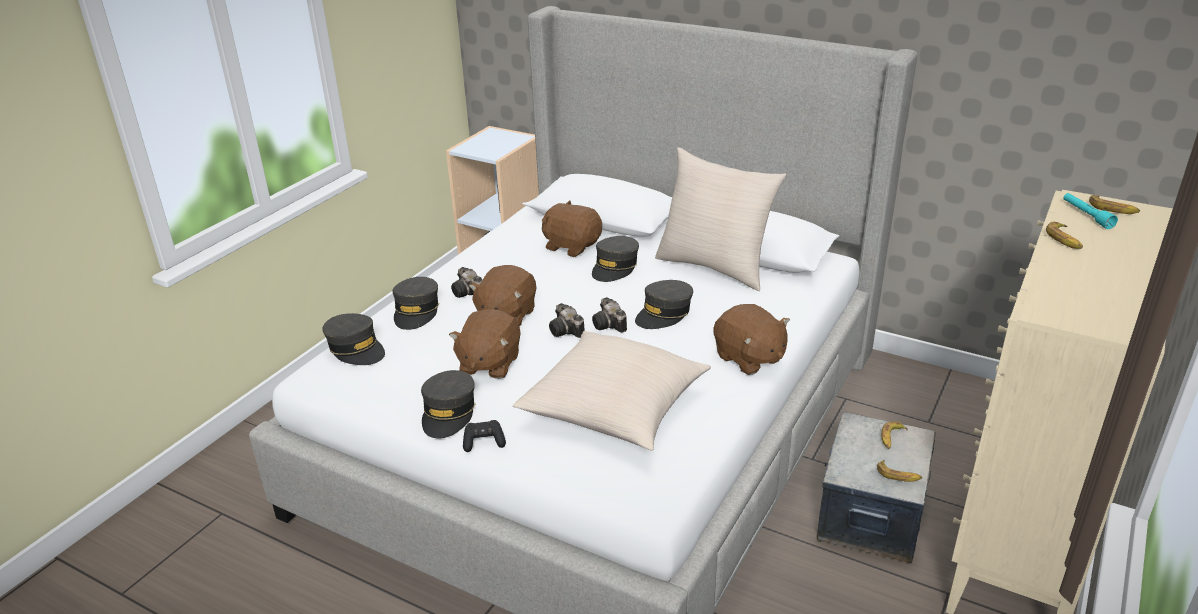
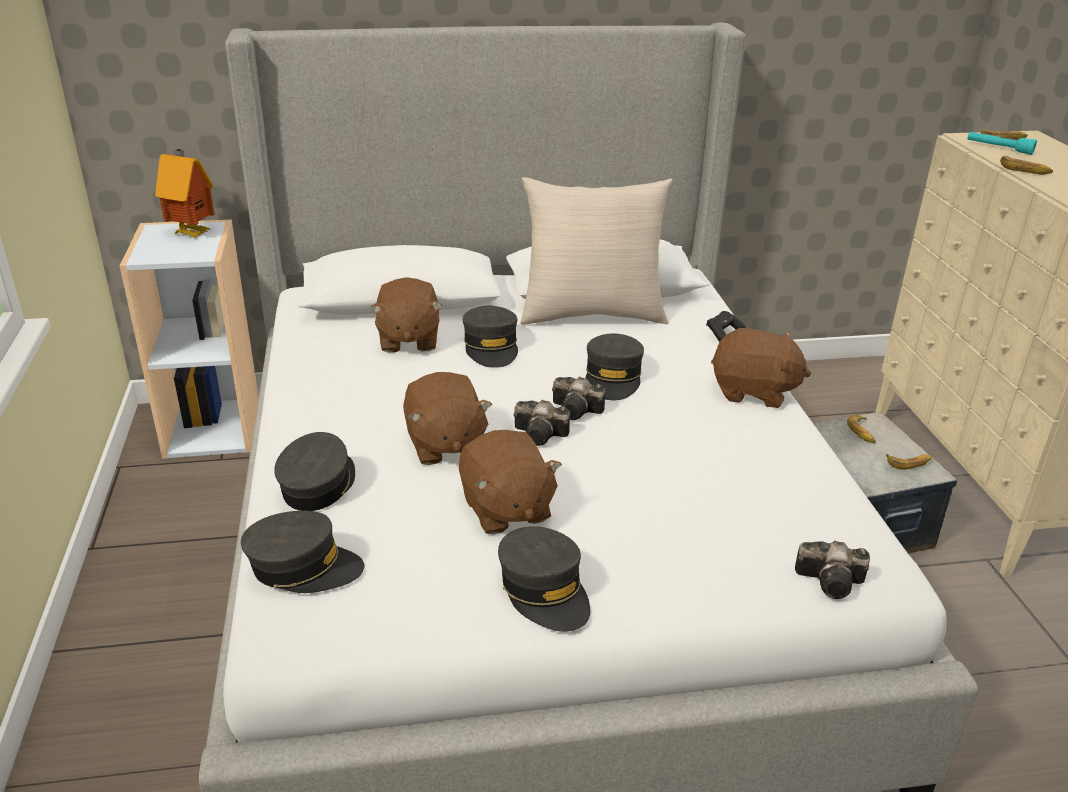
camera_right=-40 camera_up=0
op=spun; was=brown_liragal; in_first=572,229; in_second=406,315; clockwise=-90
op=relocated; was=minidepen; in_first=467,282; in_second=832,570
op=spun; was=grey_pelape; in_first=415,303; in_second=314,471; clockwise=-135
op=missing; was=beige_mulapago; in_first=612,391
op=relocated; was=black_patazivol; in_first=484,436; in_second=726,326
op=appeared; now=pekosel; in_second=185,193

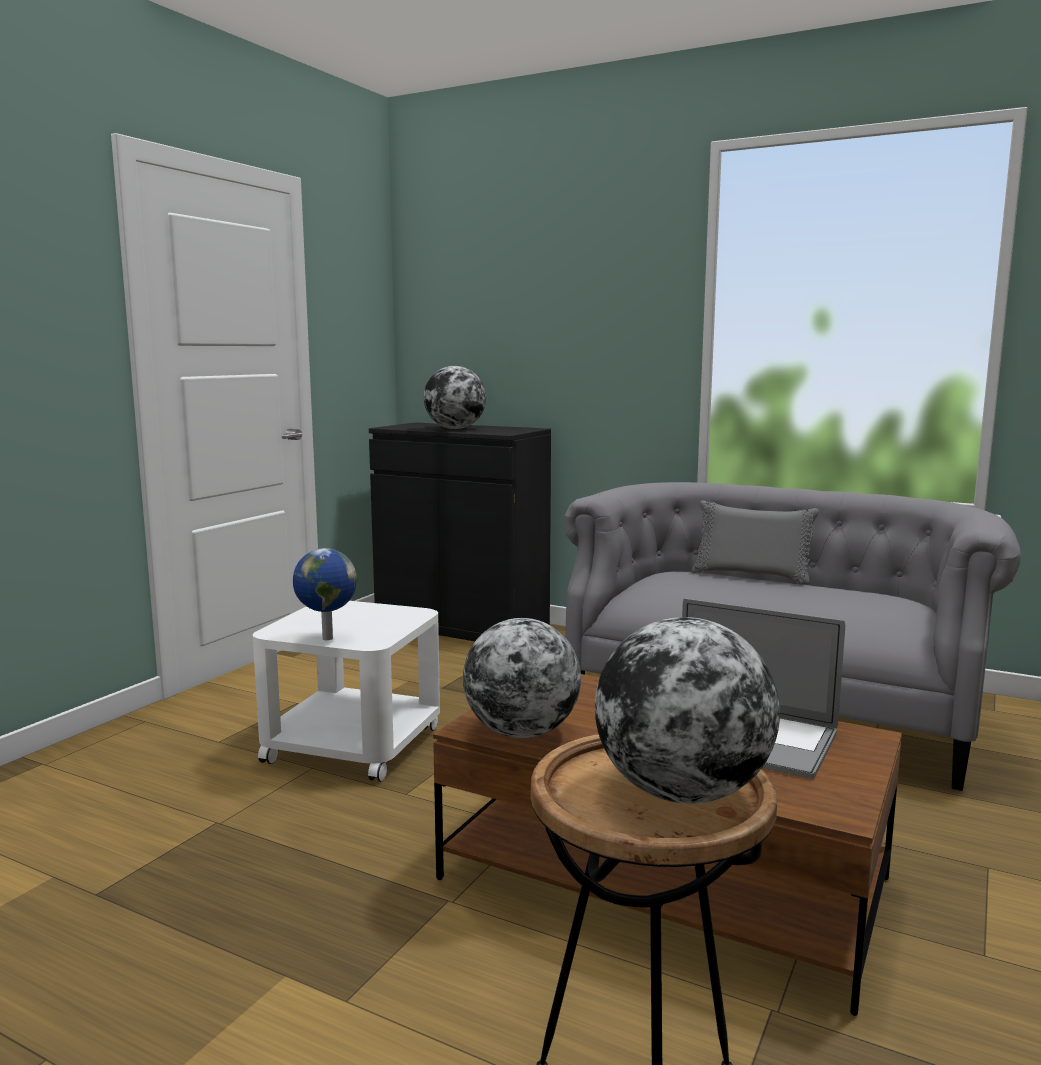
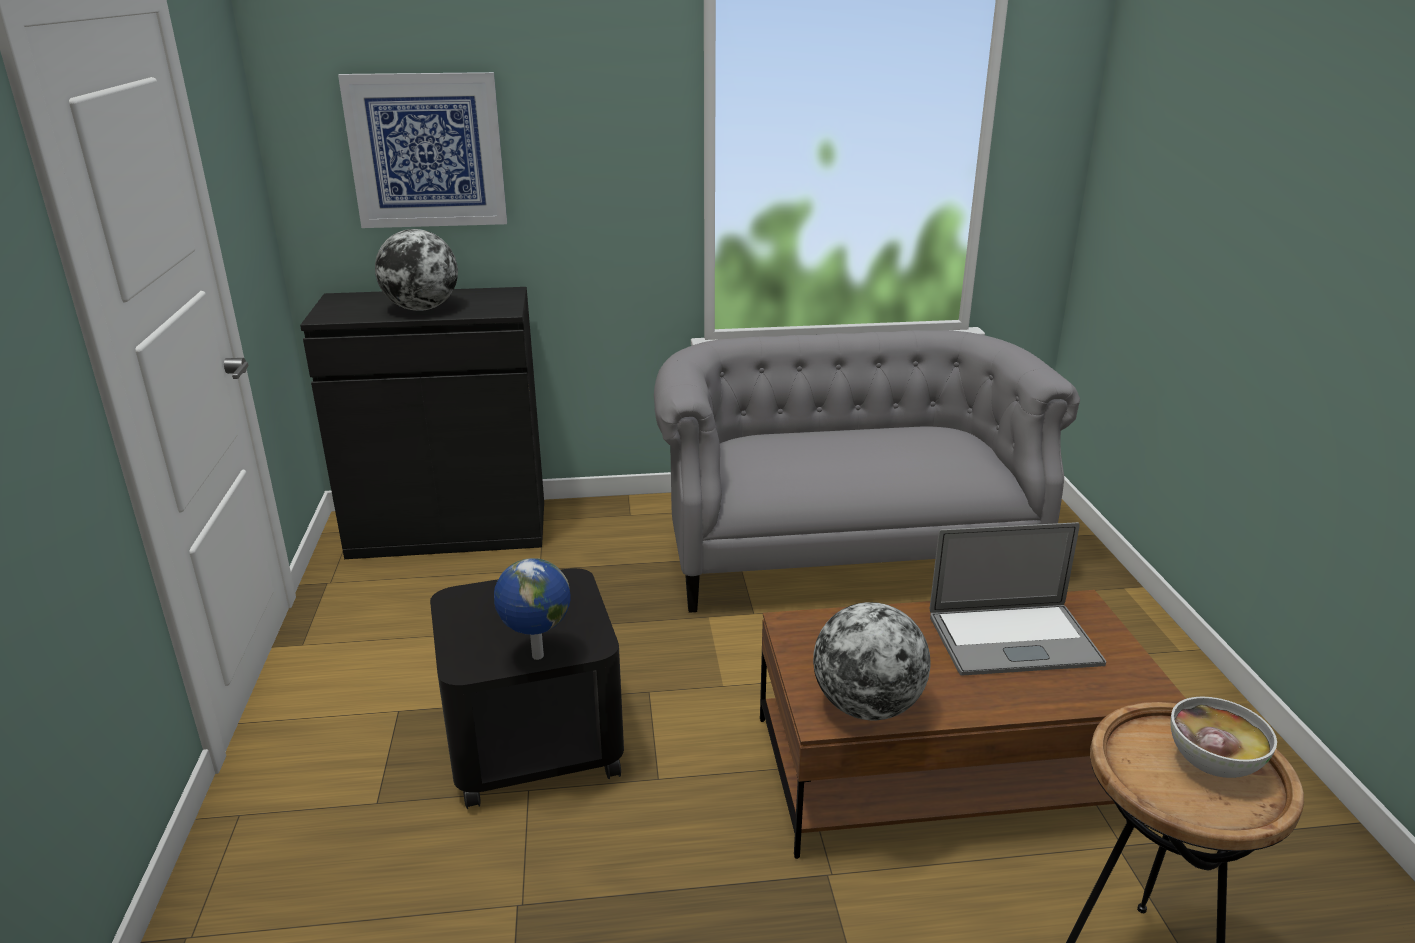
camera_right=-35 camera_up=15
op=missing; was=grey_mulapago; in_first=755,542
op=colour; was=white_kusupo; now=black_kusupo; in_first=346,691; in_second=527,688
op=exchanged; was=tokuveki; now=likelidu; in_first=687,710; in_second=1223,737
op=appeared; now=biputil; in_second=422,150

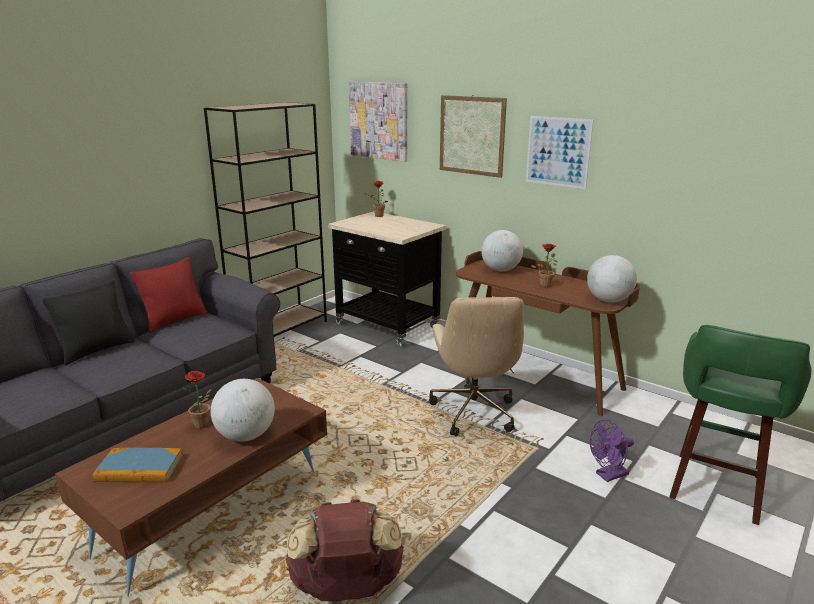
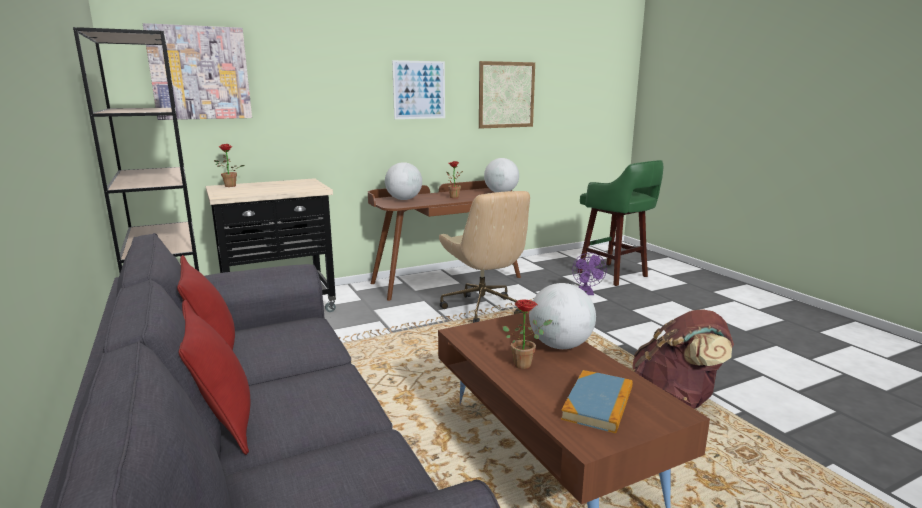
camera_right=-65 camera_up=-5
op=relocated; was=biputil; in_first=473,136; in_second=507,95
op=colour; was=black_mulapago; now=red_mulapago; in_first=88,323; in_second=214,377
op=spun; was=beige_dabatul; in_first=476,366; in_second=484,257; clockwise=45

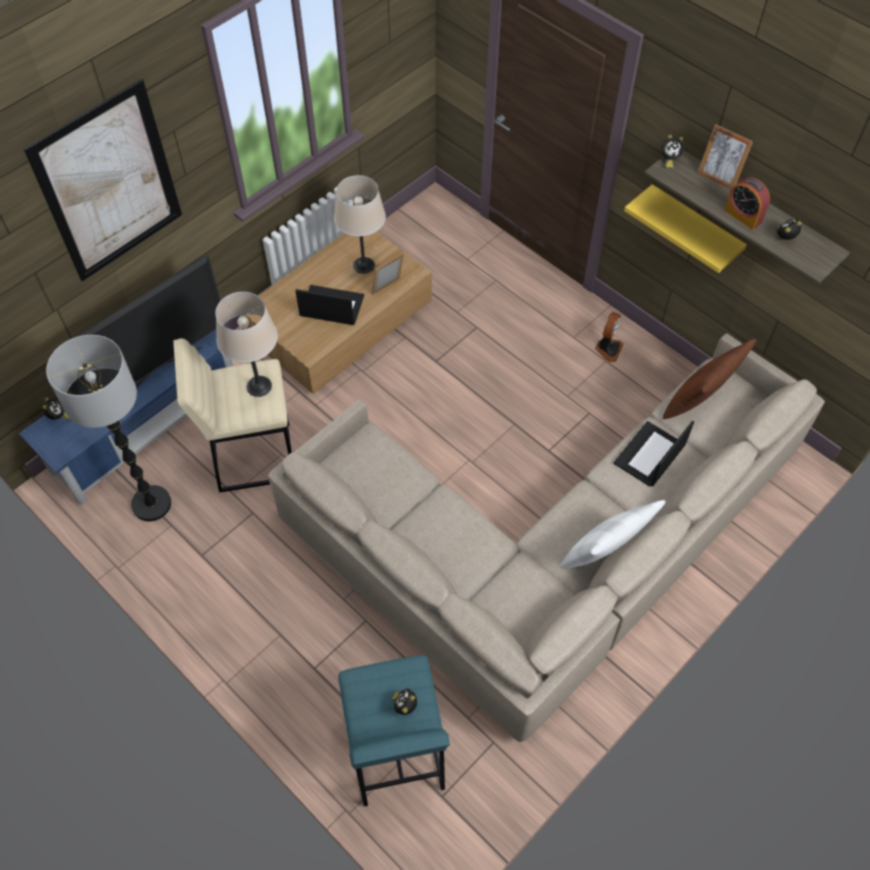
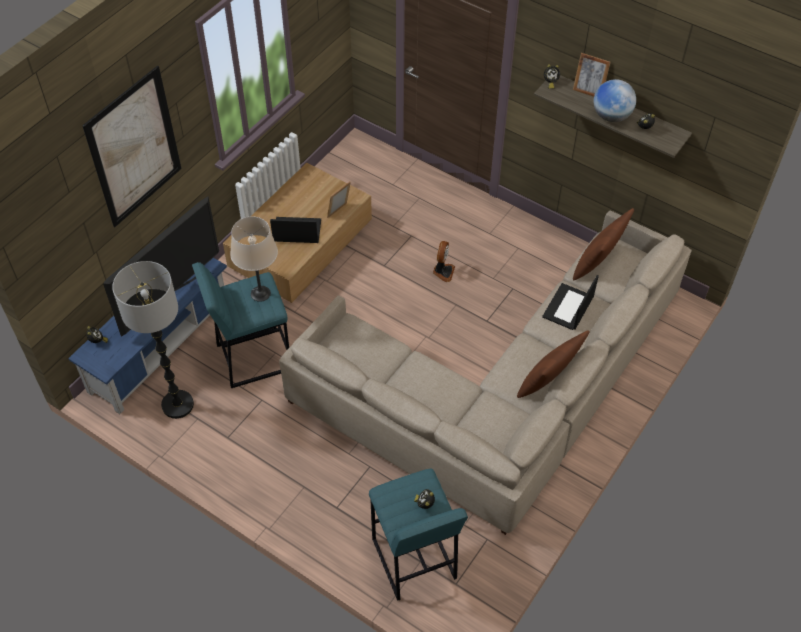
camera_right=-10 camera_up=-5
op=missing; was=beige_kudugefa; in_first=360,224
op=exchanged; was=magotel; now=tokuveki; in_first=747,203; in_second=615,100
op=missing; was=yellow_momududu; in_first=685,228
op=relocated; was=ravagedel; in_first=609,337; in_second=444,261
op=colour; was=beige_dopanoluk; now=turquoise_dopanoluk; in_first=232,415; in_second=240,325
op=colour; was=white_mulapago; now=brown_mulapago; in_first=612,534; in_second=553,364

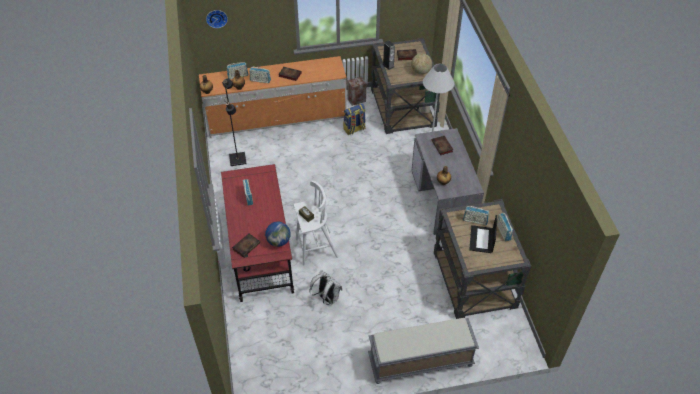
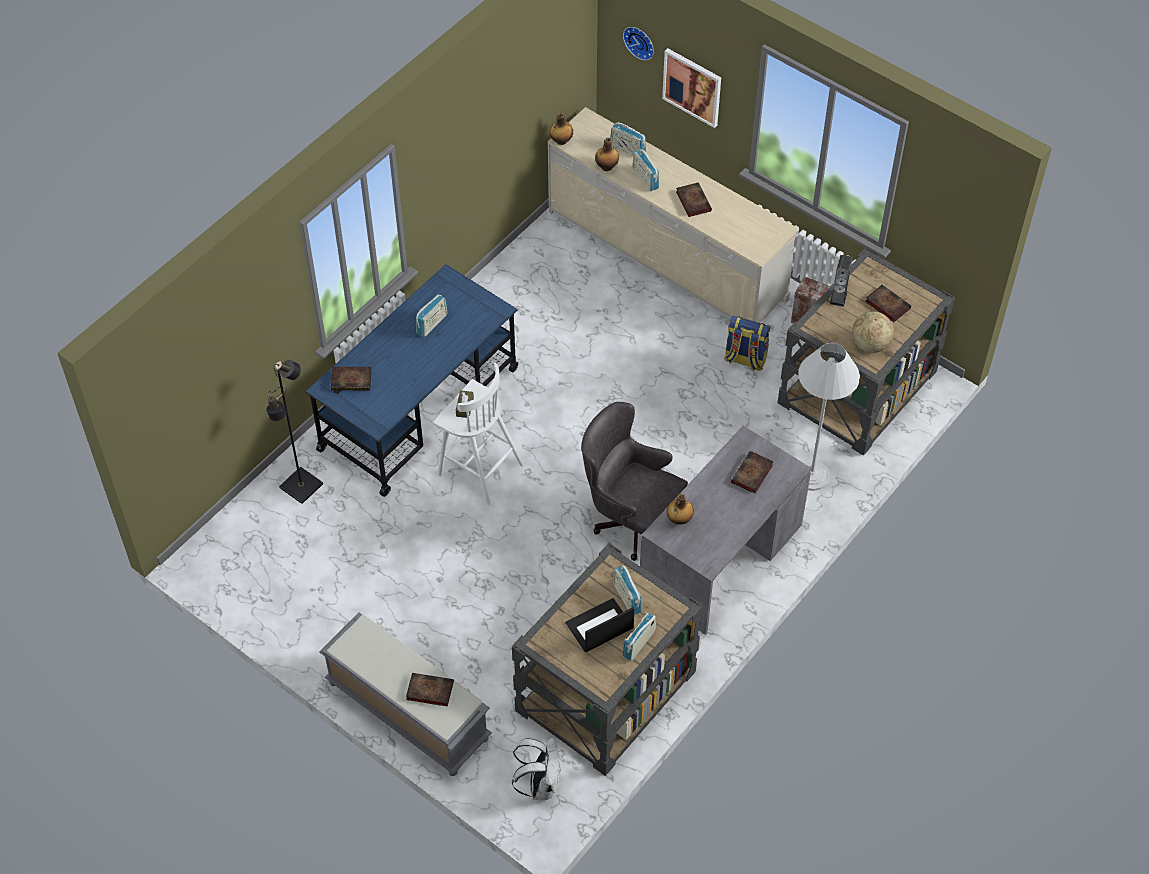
camera_right=50 camera_up=5
op=colour; was=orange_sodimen; now=beige_sodimen; in_first=273,97; in_second=673,215
op=relocated; was=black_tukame; in_first=235,122; in_second=294,432
op=colour; was=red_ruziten; now=blue_ruziten; in_first=258,233; in_second=412,380
op=missing; was=tokuveki; in_first=278,234
op=relocated; was=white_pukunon; in_first=325,287; in_second=536,769
op=appeared; now=biputil; in_second=691,88
op=appeared; now=grey_dabatul; in_second=634,481
op=appeared; now=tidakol; in_second=430,690

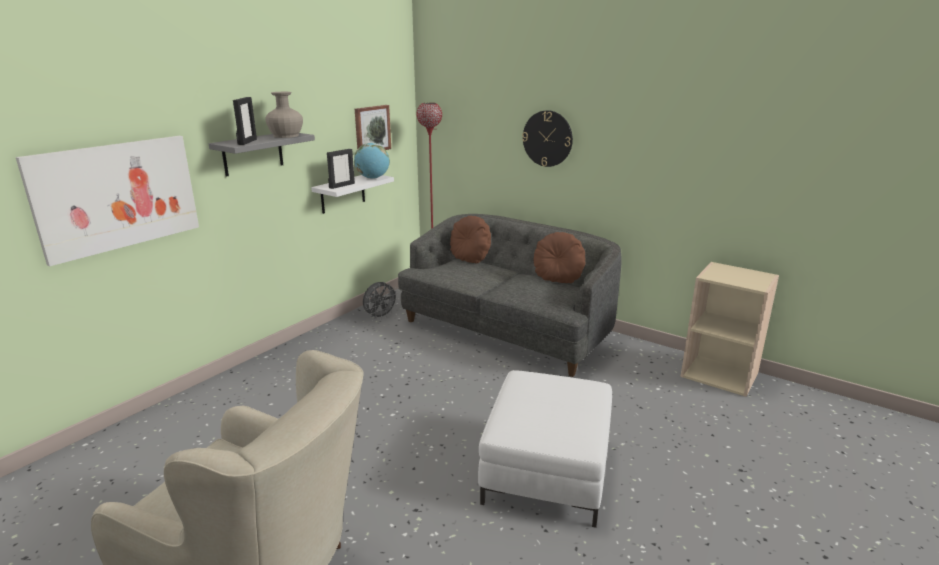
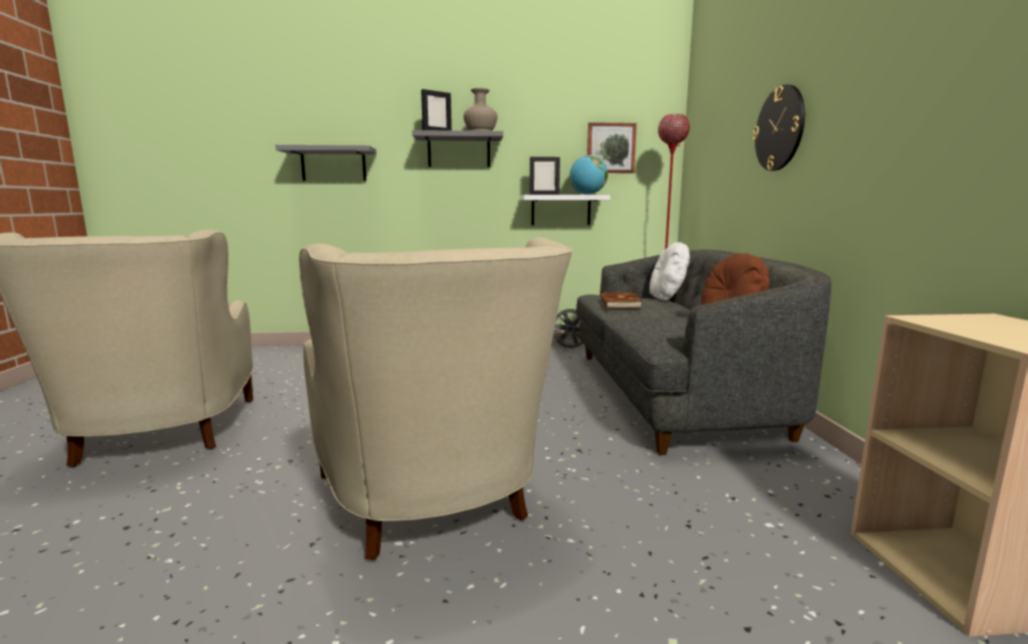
camera_right=50 camera_up=-10
op=exchanged; was=biputil; now=grey_momududu; in_first=107,201; in_second=325,163
op=colour; was=brown_mulapago; now=white_mulapago; in_first=470,239; in_second=669,271
op=exchanged; was=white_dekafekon; now=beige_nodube; in_first=545,449; in_second=435,398
op=appeared; now=brown_tidakol; in_second=621,300

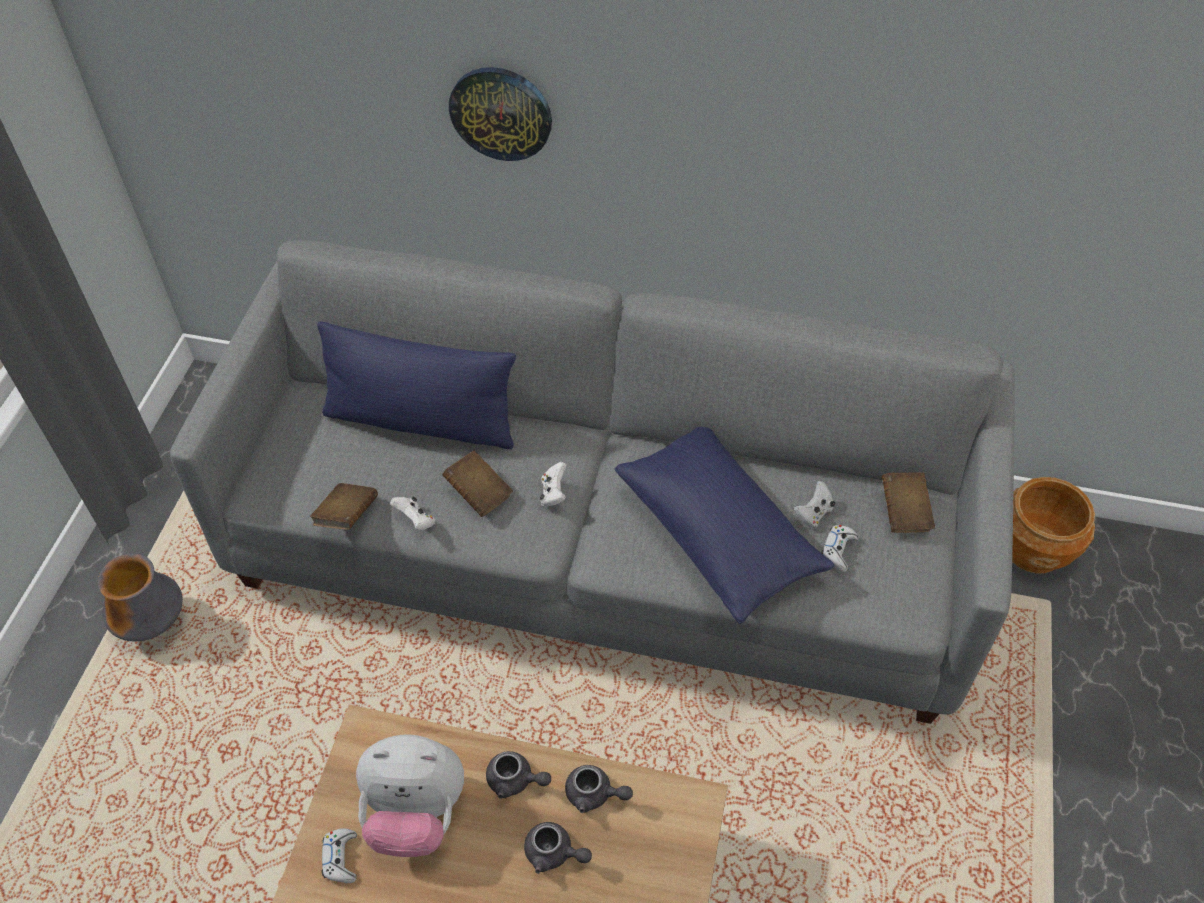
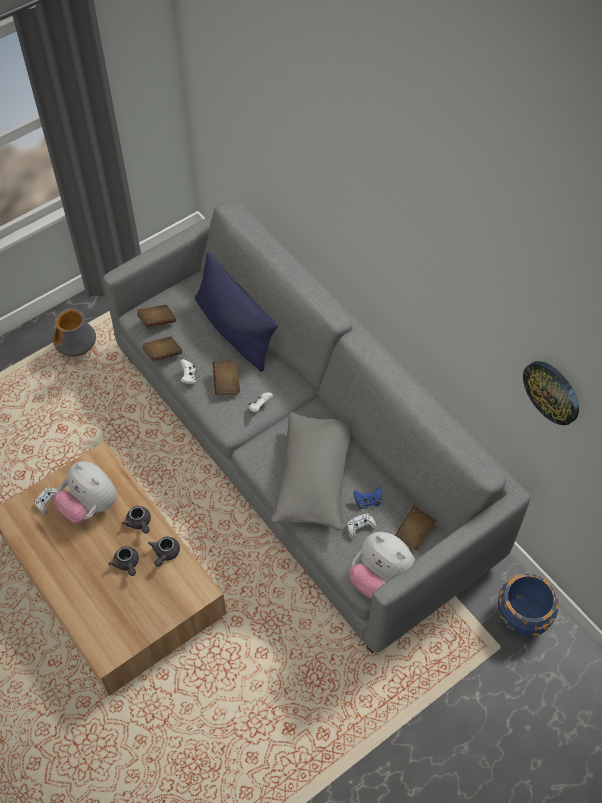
camera_right=40 camera_up=5
op=relocated; was=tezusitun; in_first=500,114; in_second=551,393
op=colour; was=blue_mulapago; now=grey_mulapago; in_first=725,525; in_second=312,471
op=colour; was=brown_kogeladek; now=blue_kogeladek; in_first=1053,525; in_second=528,604
op=colour; was=white_patazivol; now=blue_patazivol; in_first=814,504; in_second=368,498
op=spun; was=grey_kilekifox; in_first=599,789; in_second=164,551; clockwise=45
op=appeared; now=brown_tidakol; in_second=156,316
op=appeared; now=liragal; in_second=382,565

